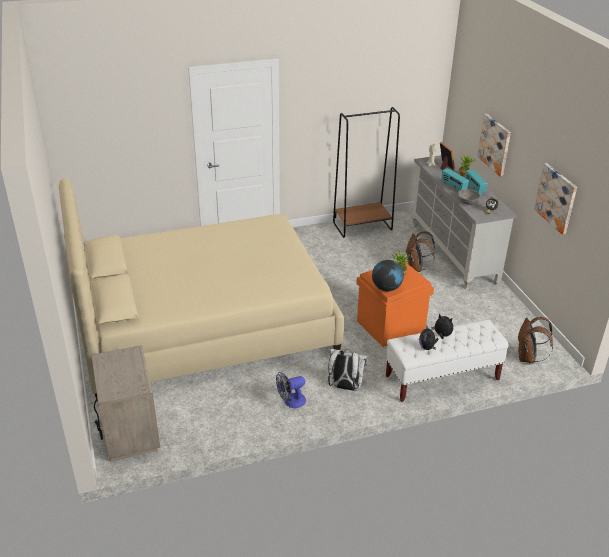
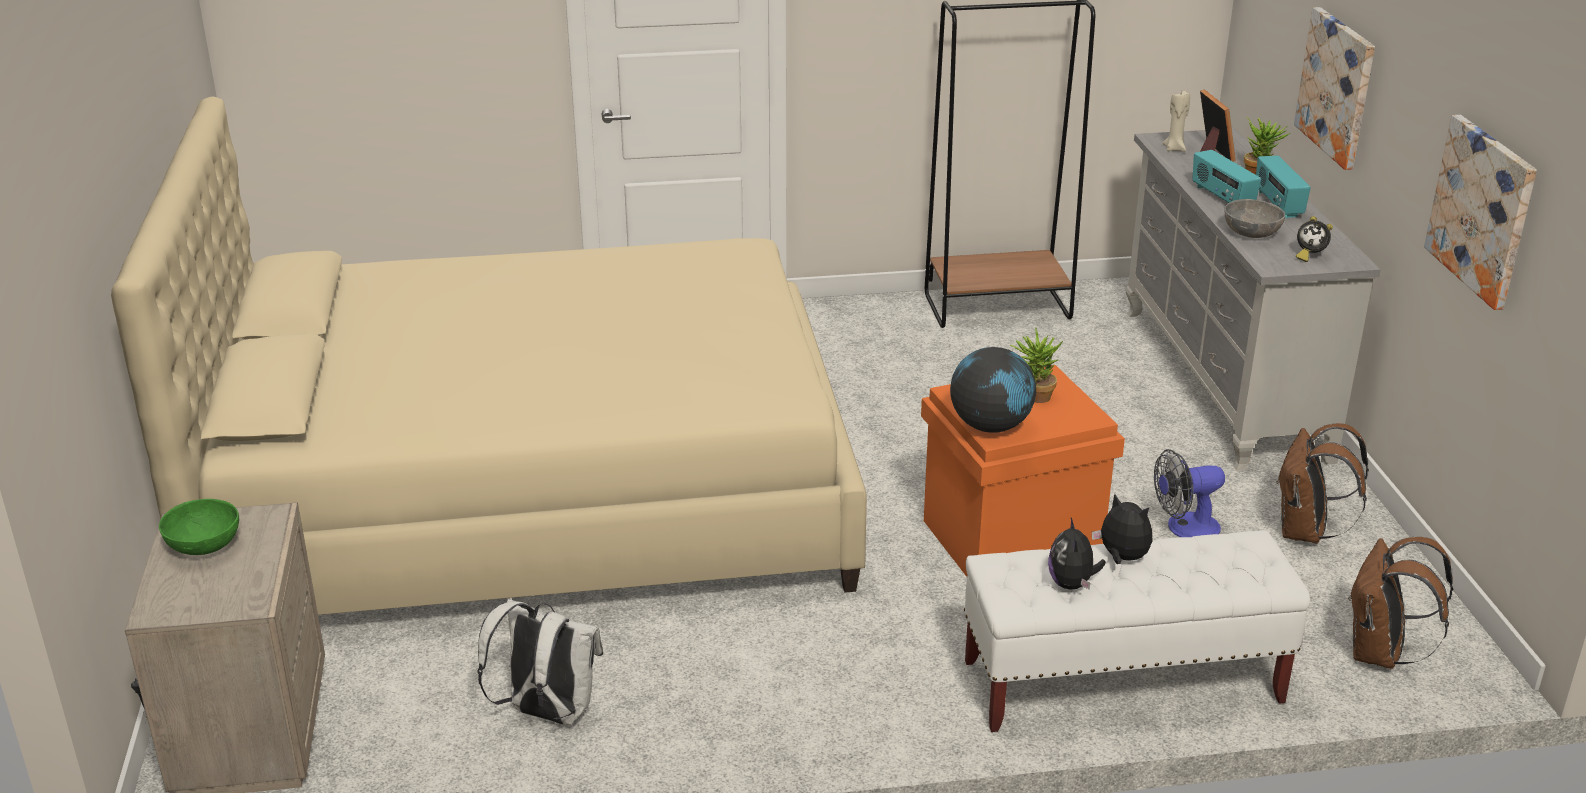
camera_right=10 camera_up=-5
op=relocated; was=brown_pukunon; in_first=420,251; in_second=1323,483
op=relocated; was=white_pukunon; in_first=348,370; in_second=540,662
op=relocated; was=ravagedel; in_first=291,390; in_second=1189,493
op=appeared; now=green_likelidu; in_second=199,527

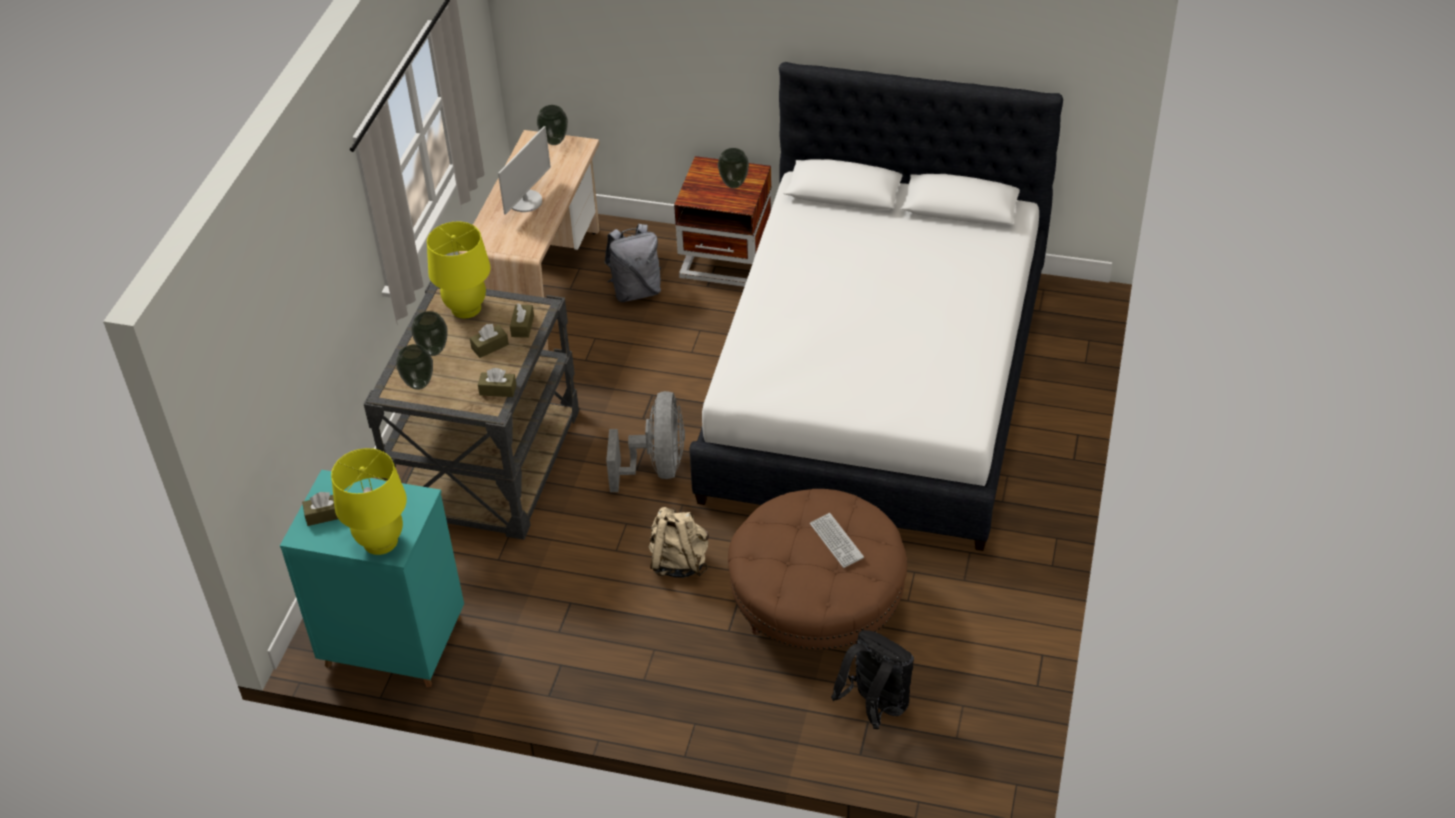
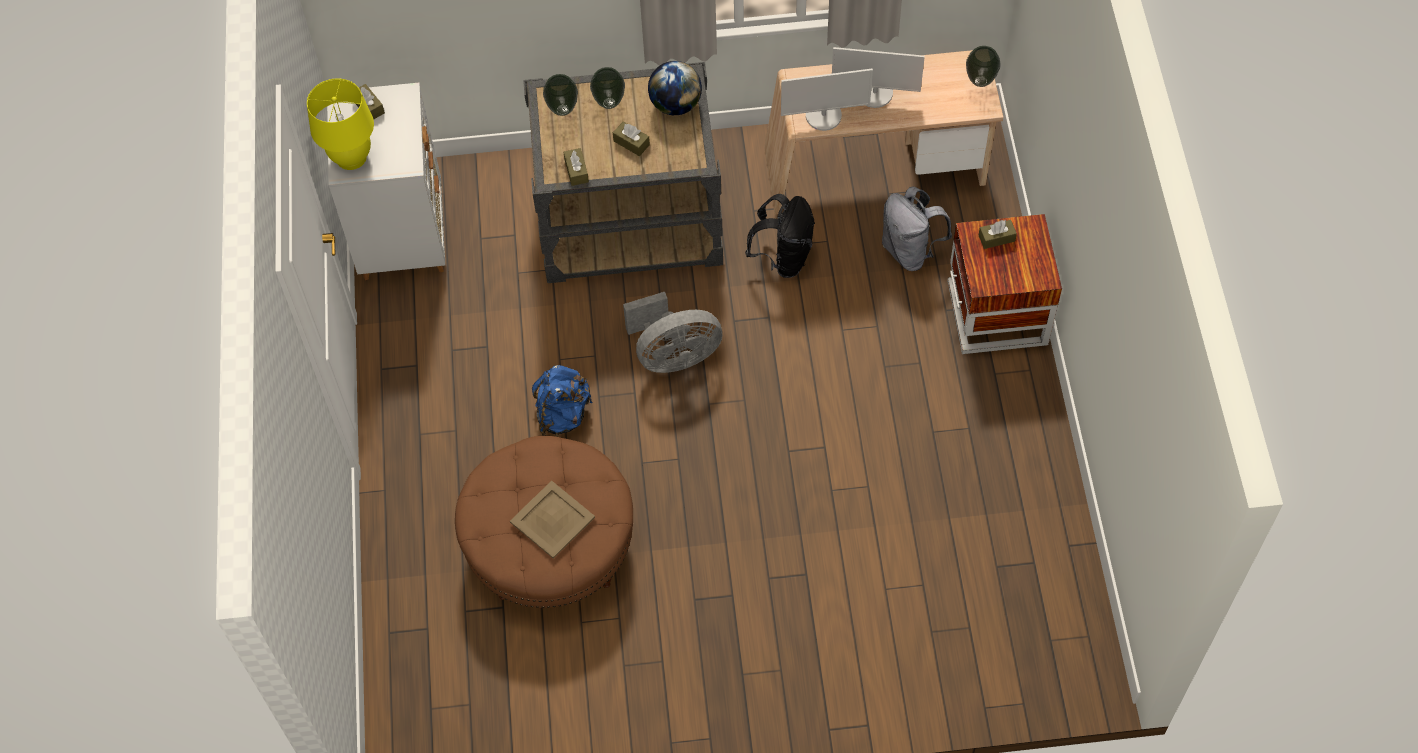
camera_right=70 camera_up=15
op=missing; was=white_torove; in_first=876,306
op=missing; was=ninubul; in_first=733,168
op=exchanged; was=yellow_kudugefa; now=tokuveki; in_first=459,270; in_second=675,88
op=relocated; was=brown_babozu; in_first=522,320; in_second=998,234
op=colour; was=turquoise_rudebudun; now=white_rudebudun; in_first=372,578; in_second=386,181
op=colour; was=beige_pukunon; now=blue_pukunon; in_first=678,542; in_second=562,401
op=exchanged; was=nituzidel; now=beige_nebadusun; in_first=837,540; in_second=552,520
op=relocated; was=black_pukunon; in_first=872,679; in_second=780,236
op=appeared; now=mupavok; in_second=827,100

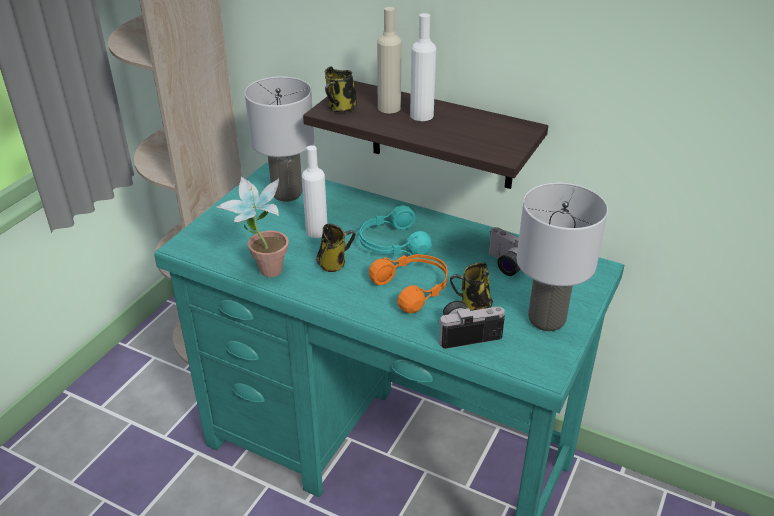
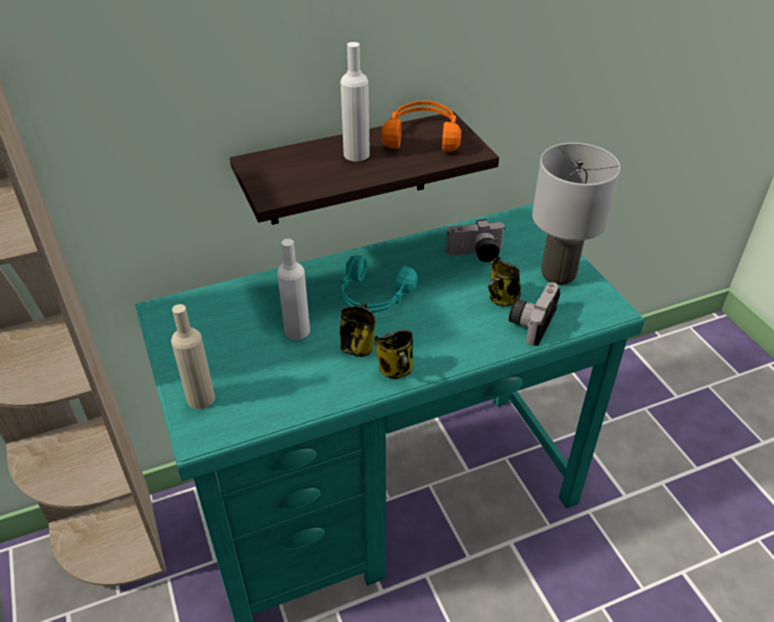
camera_right=-50 camera_up=5
op=relocated; was=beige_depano; in_first=389,60; in_second=193,356
op=relocated; was=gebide; in_first=341,89; in_second=393,354
op=missing; was=white_kudugefa; in_first=279,139
op=missing; was=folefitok; in_first=253,227
op=relocated; was=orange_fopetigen; in_first=408,283; in_second=421,126

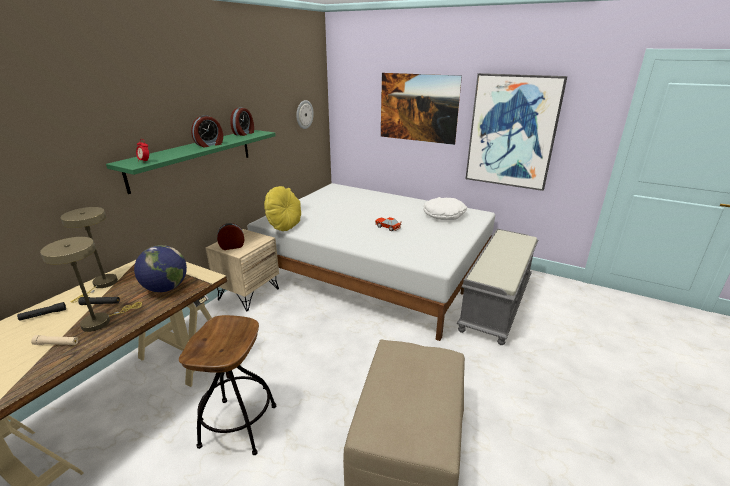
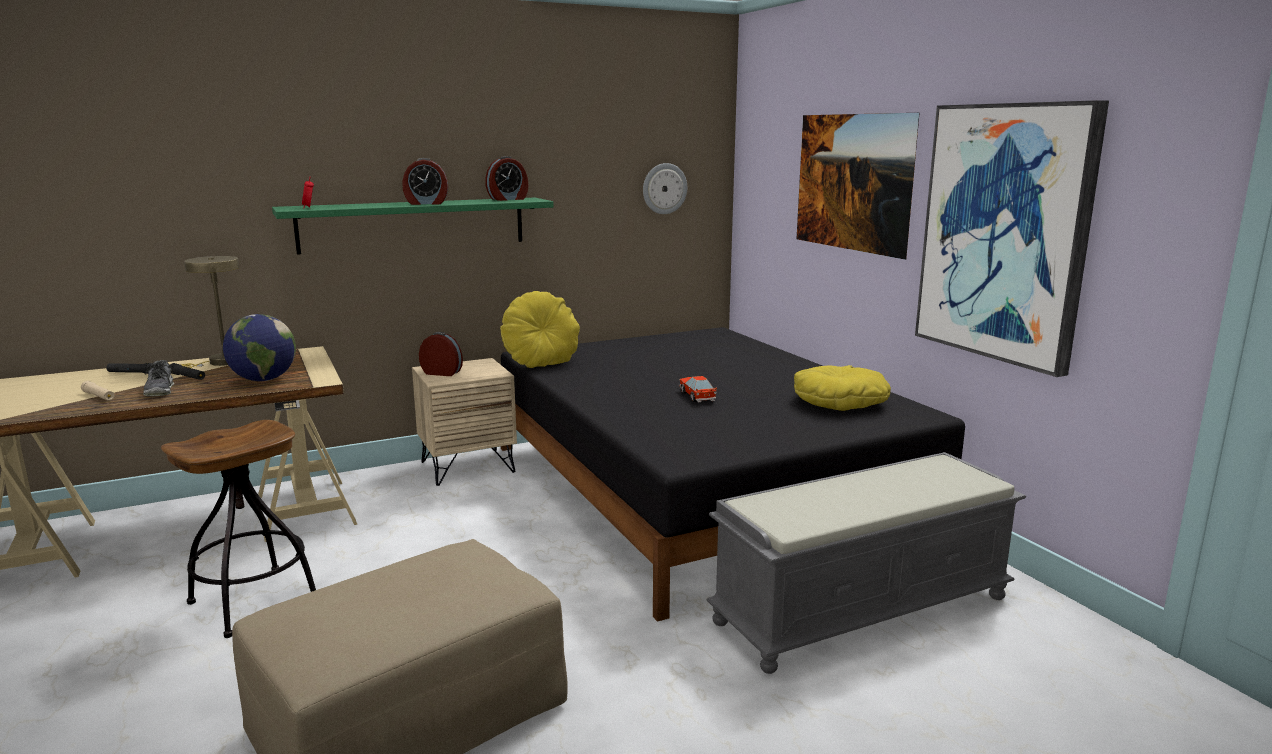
camera_right=35 camera_up=-10
op=colour; was=white_torove; now=black_torove; in_first=371,262; in_second=733,474
op=colour; was=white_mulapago; now=yellow_mulapago; in_first=445,208; in_second=842,388
op=exchanged; was=beige_kudugefa; now=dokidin; in_first=91,284; in_second=158,378

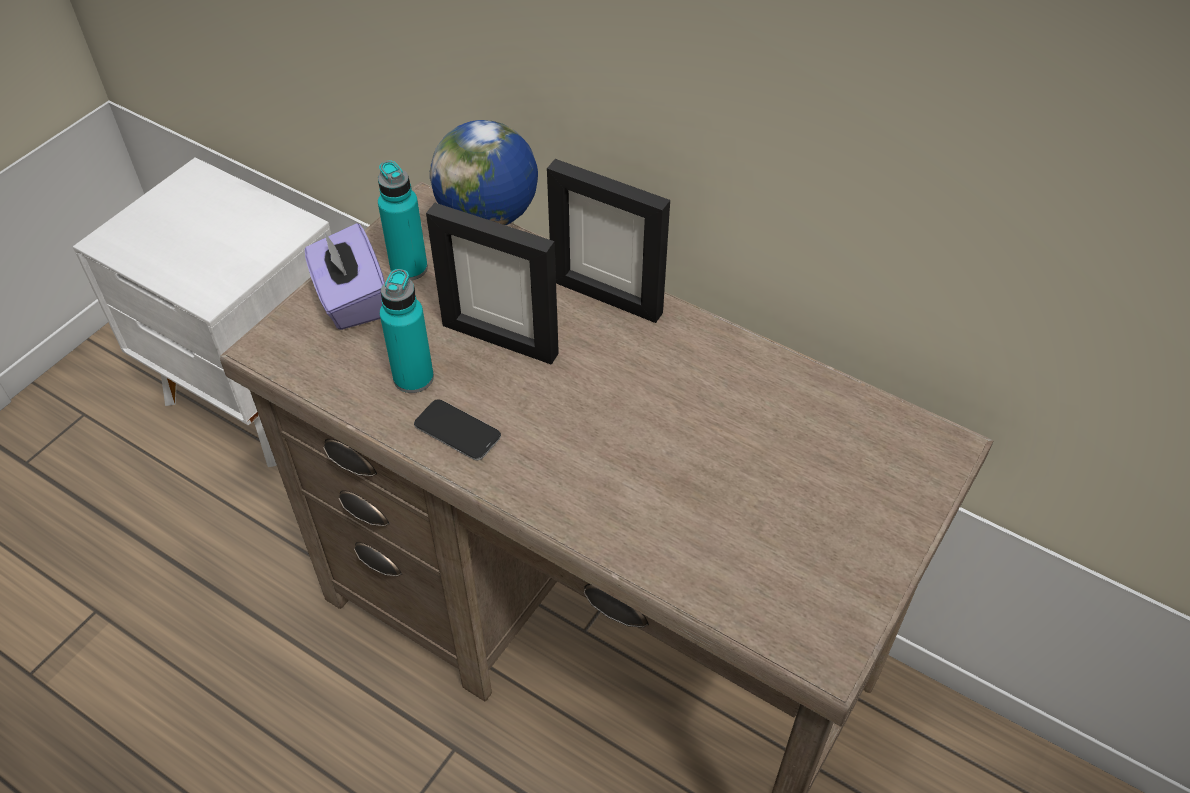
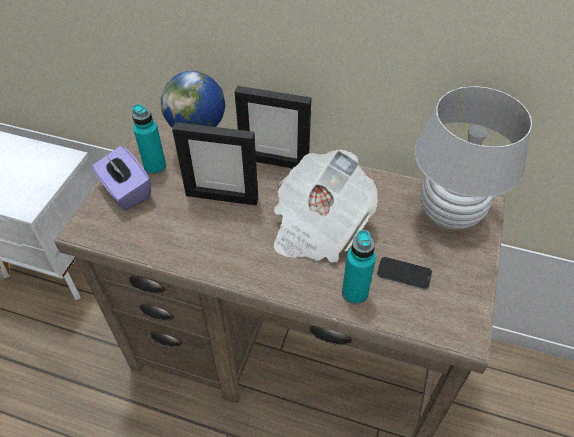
camera_right=-15 camera_up=0
op=relocated; was=turquoise_depano; in_first=407,331; in_second=359,267
op=relocated; was=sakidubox; in_first=457,429; in_second=404,273
op=appeared; now=white_kudugefa; in_second=473,158
op=appeared; now=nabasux; in_second=326,206

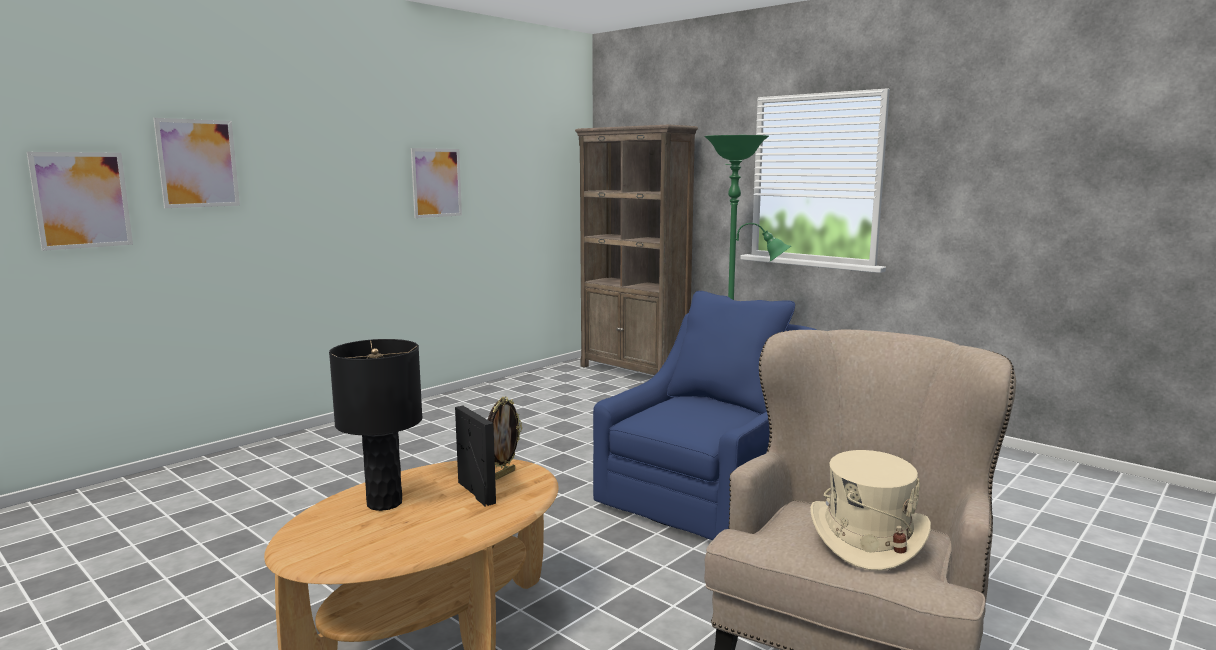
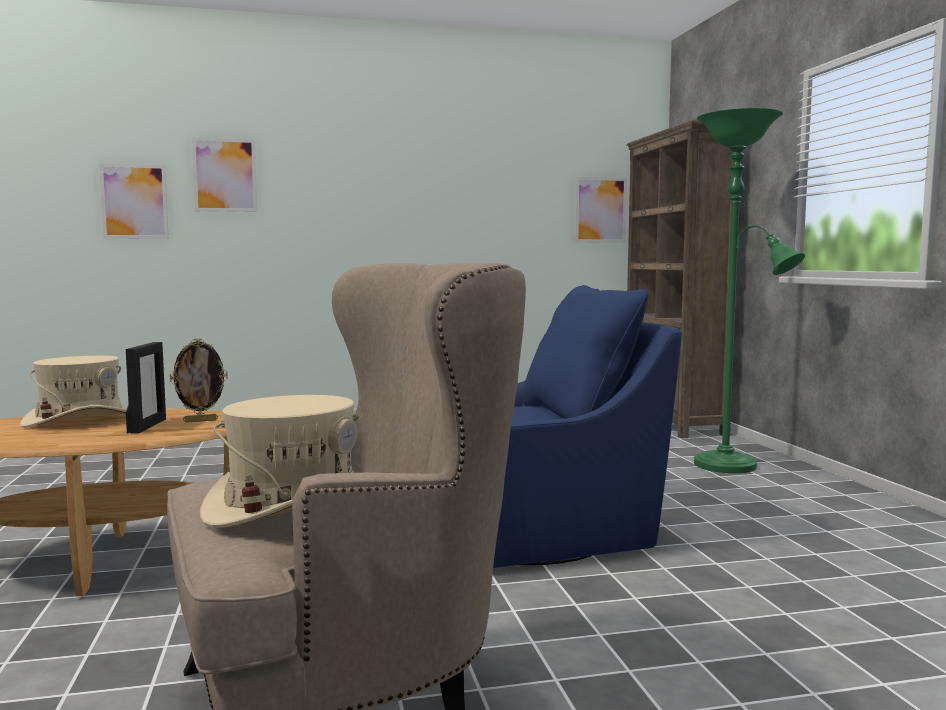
camera_right=35 camera_up=-5
op=relocated; was=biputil; in_first=436,183; in_second=601,210
op=exchanged; was=black_kudugefa; now=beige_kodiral; in_first=376,425; in_second=73,392

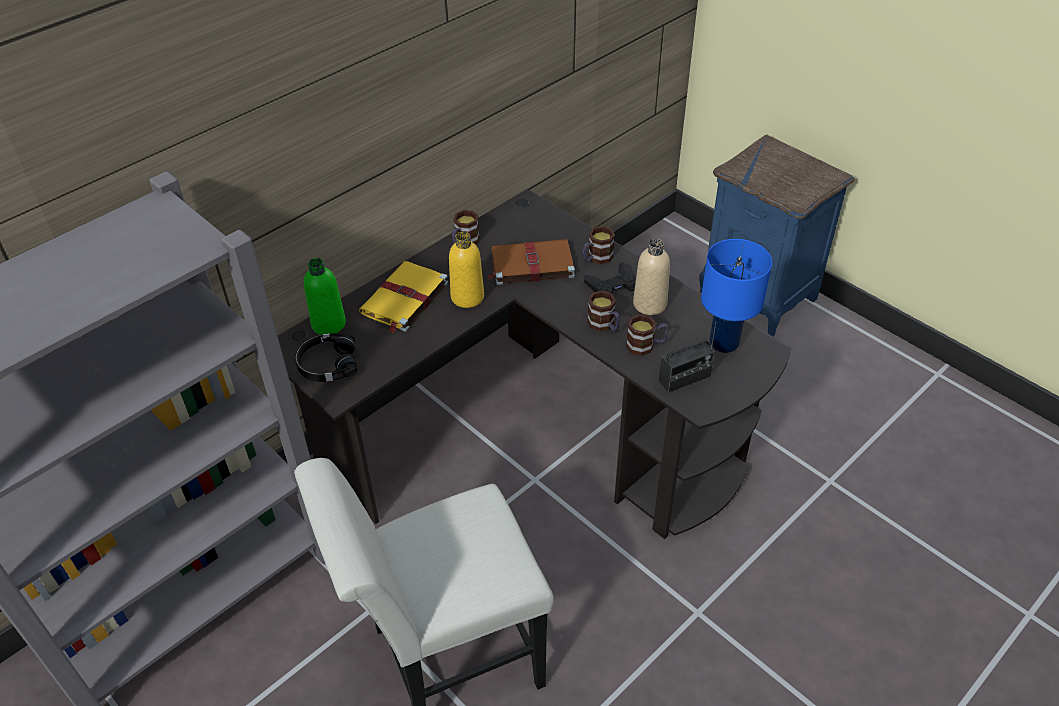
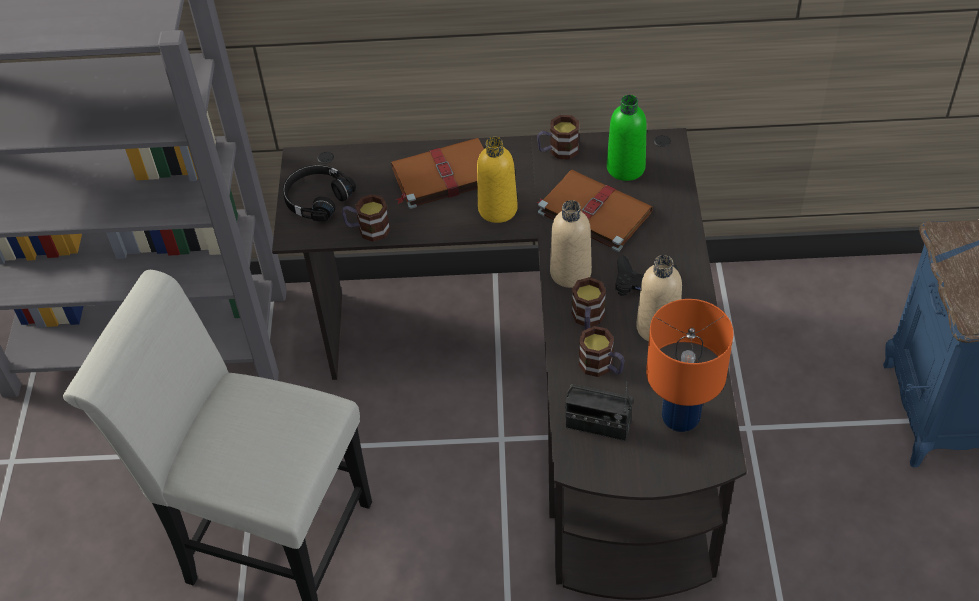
camera_right=45 camera_up=5
op=relocated; was=gebide; in_first=598,245; in_second=366,218
op=colour; was=blue_kudugefa; now=orange_kudugefa; in_first=736,296; in_second=689,365
op=relocated; was=green_depano; in_first=325,296; in_second=627,138
op=colour; was=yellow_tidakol; now=brown_tidakol; in_first=403,297; in_second=437,173
op=appeared; now=beige_depano; in_second=571,244

